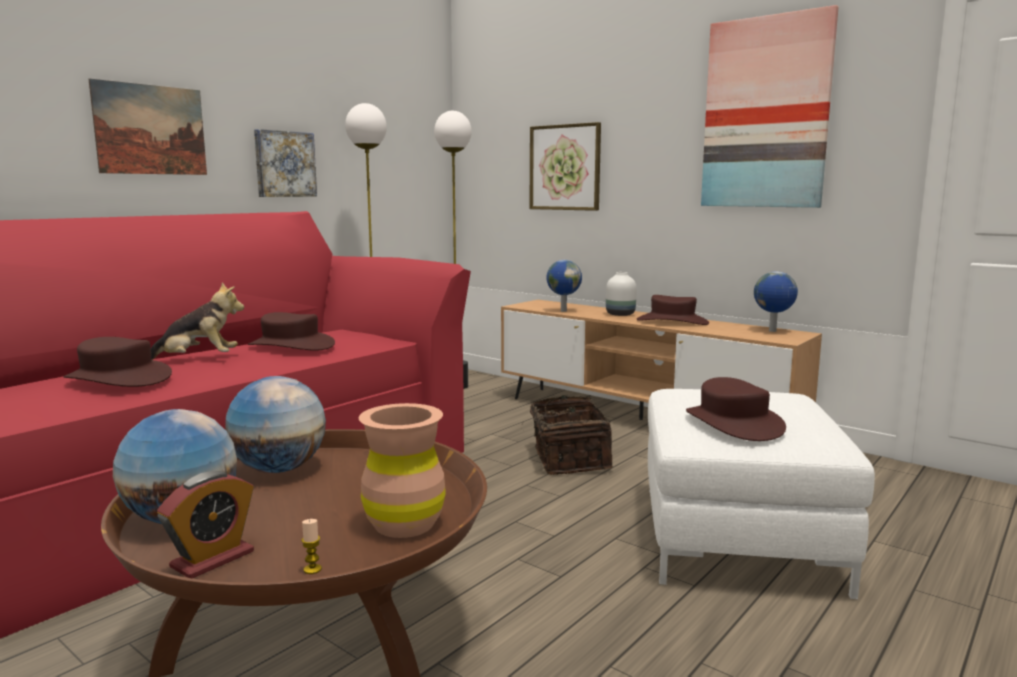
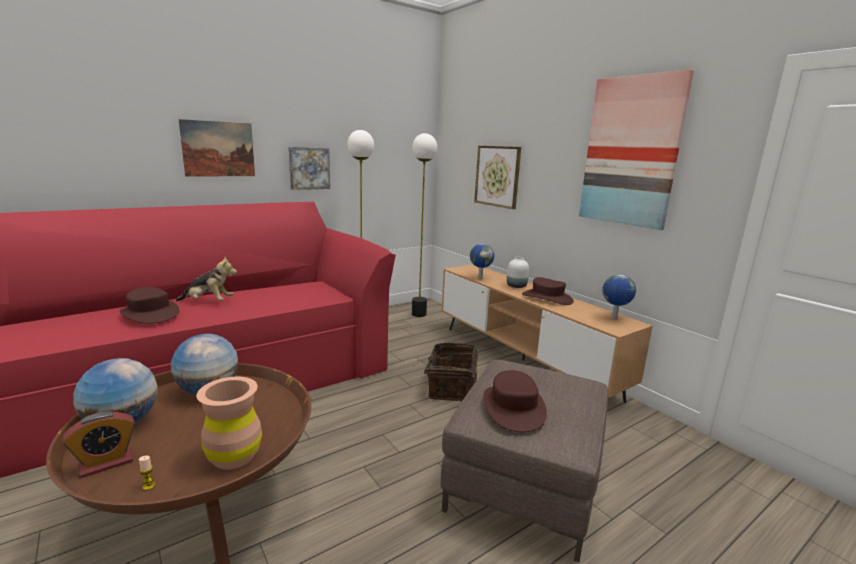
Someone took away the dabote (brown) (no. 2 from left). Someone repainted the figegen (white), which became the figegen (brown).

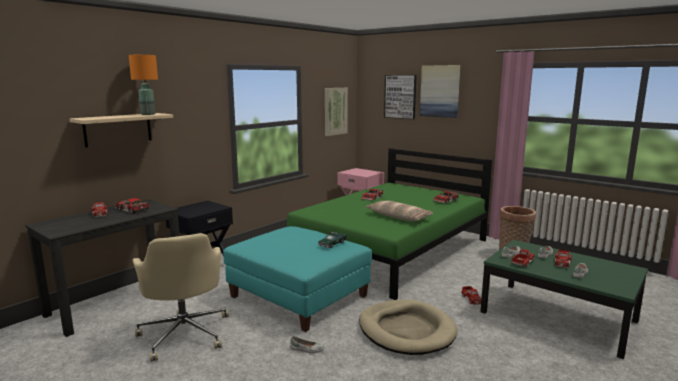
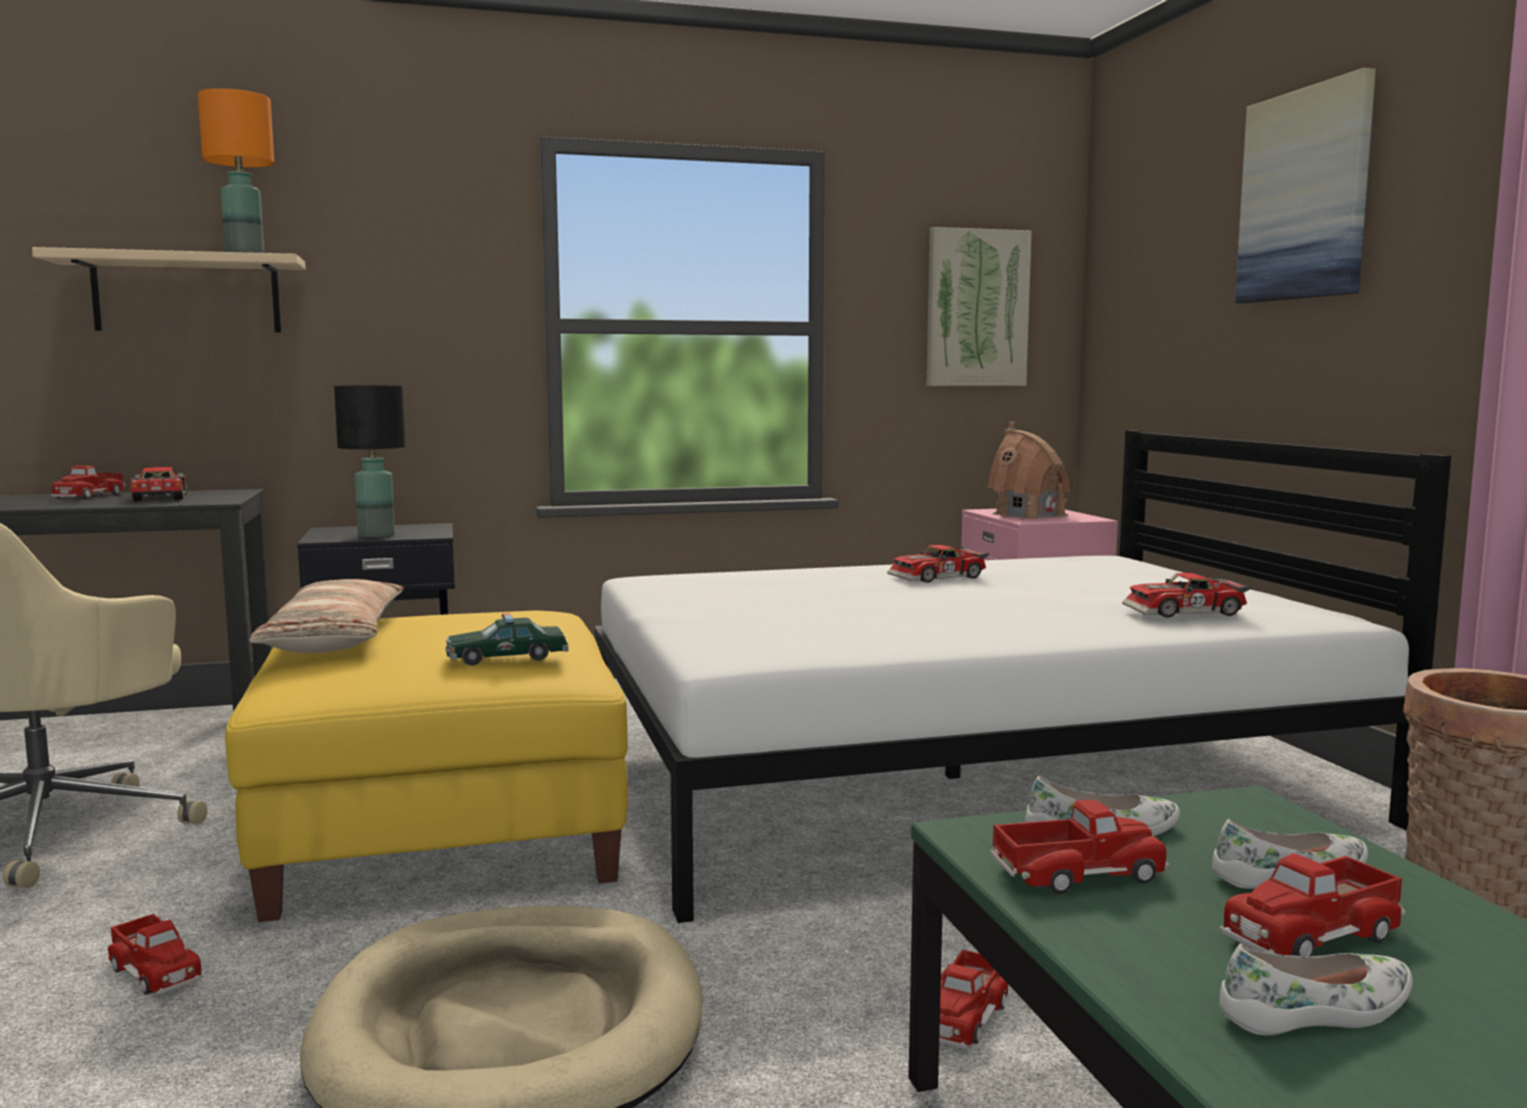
Someone took away the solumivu (no. 2 from left). Someone repainted the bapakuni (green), which became the bapakuni (white). Someone carried the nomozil. Someone repainted the figegen (turquoise), which became the figegen (yellow). Someone swapped the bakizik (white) (no. 1 from left) for the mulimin (no. 2 from left). Someone put down the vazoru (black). Someone put down the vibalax.

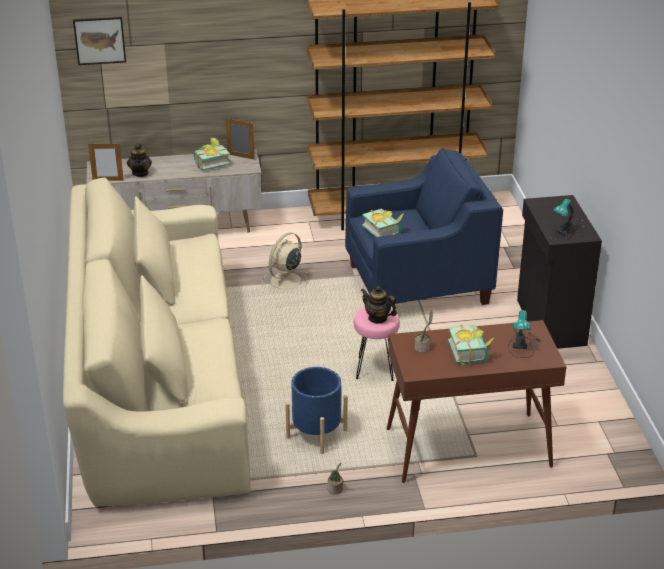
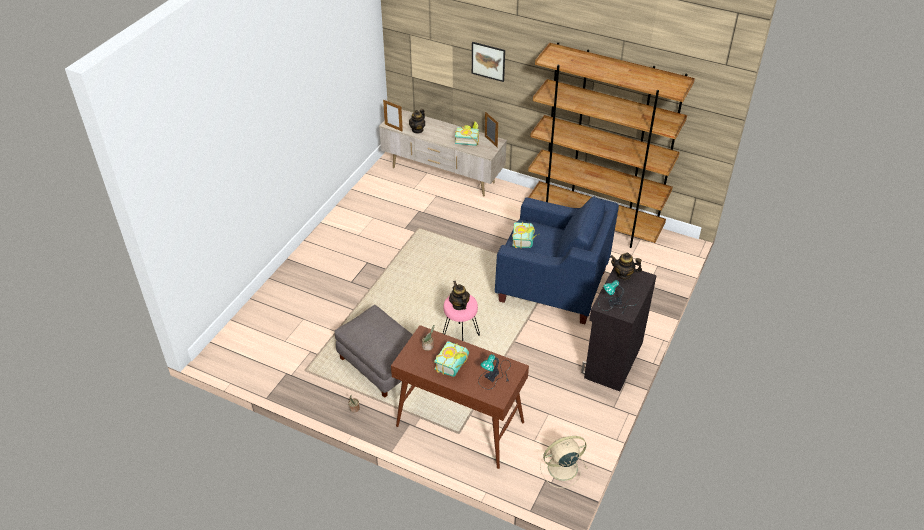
Someone carried the solumivu. Someone took away the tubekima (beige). Someone carried the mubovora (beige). Someone swapped the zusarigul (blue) for the figegen (grey). Someone put down the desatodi (no. 3 from left).

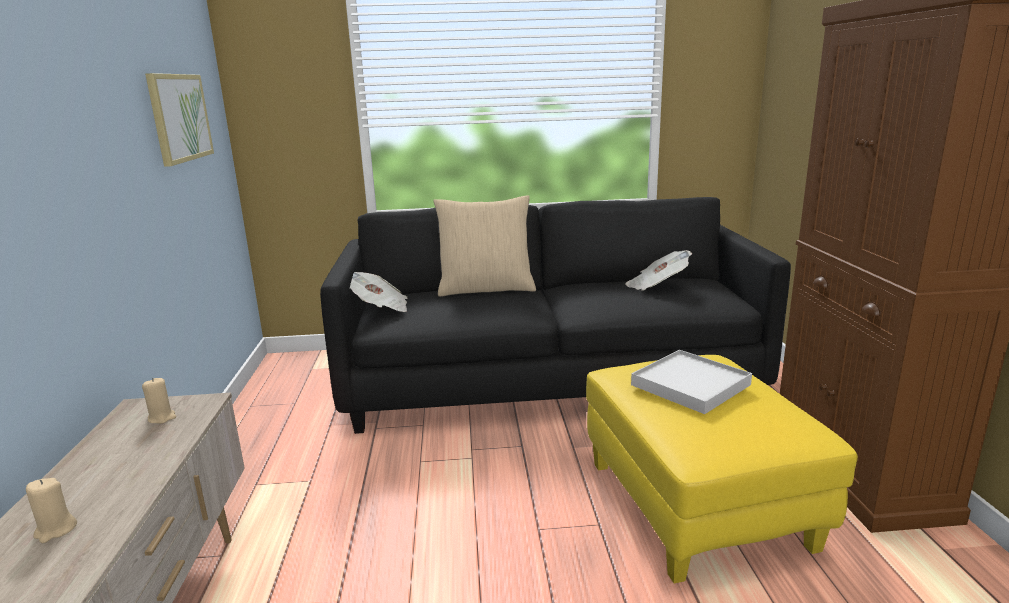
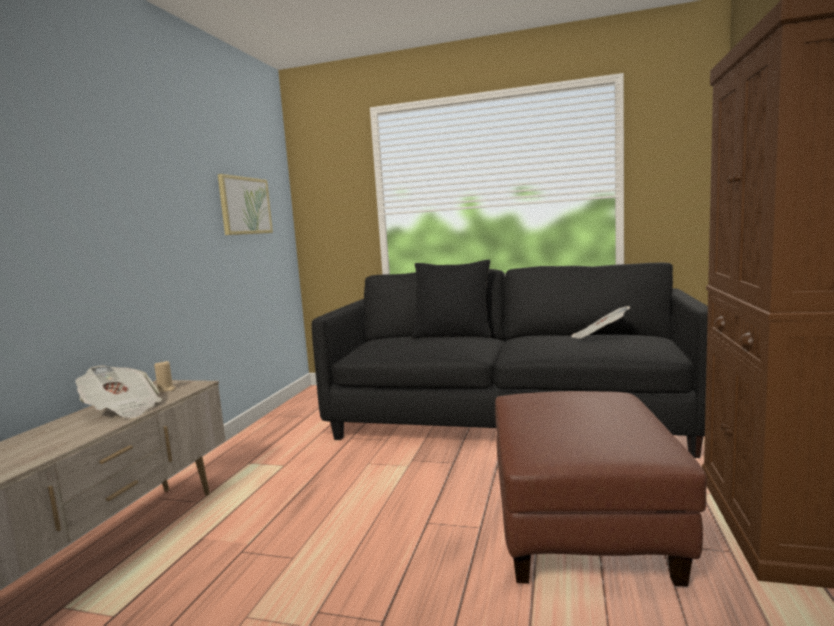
Someone repainted the nomozil (beige), which became the nomozil (black). Someone carried the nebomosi (no. 1 from left). Someone took away the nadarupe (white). Someone repainted the figegen (yellow), which became the figegen (brown). Someone took away the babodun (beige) (no. 1 from left).

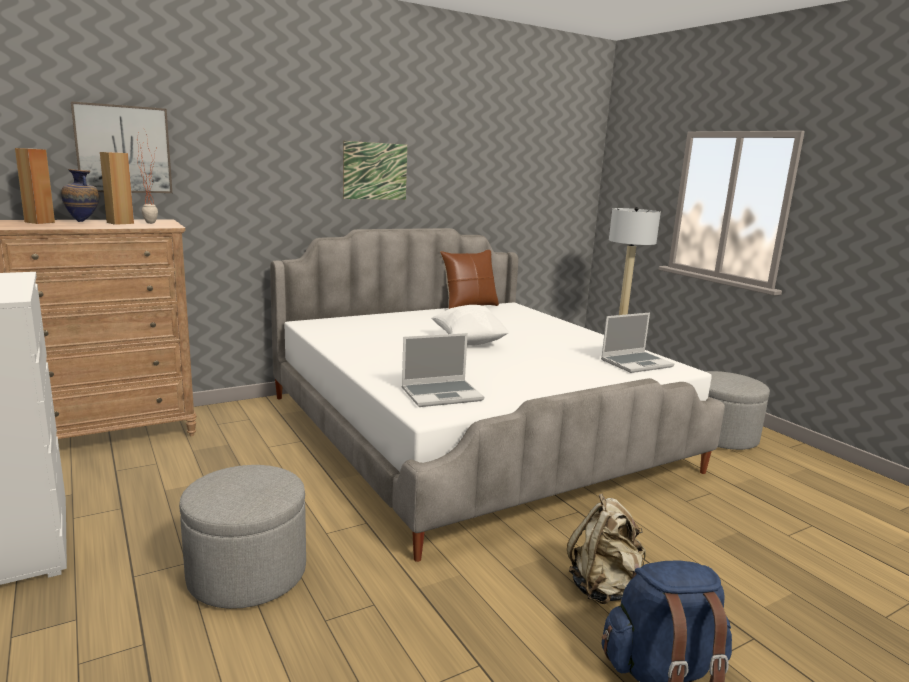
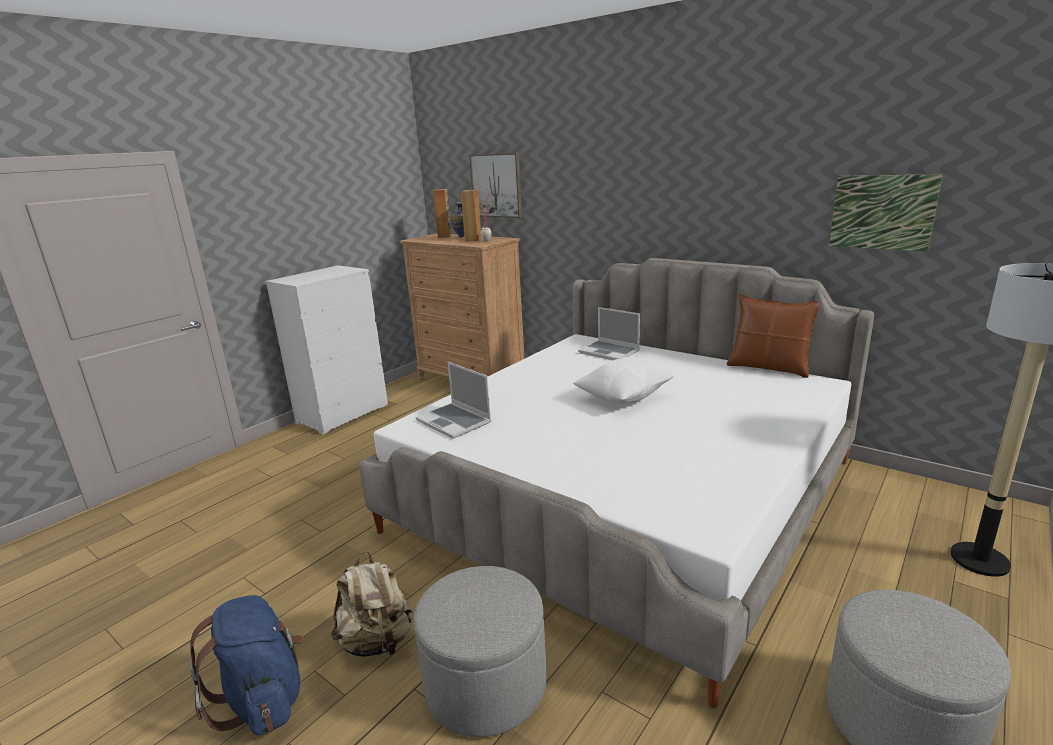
Someone carried the solumivu (no. 2 from left). Someone carried the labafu (no. 2 from left). Someone carried the figegen (grey) (no. 1 from left).

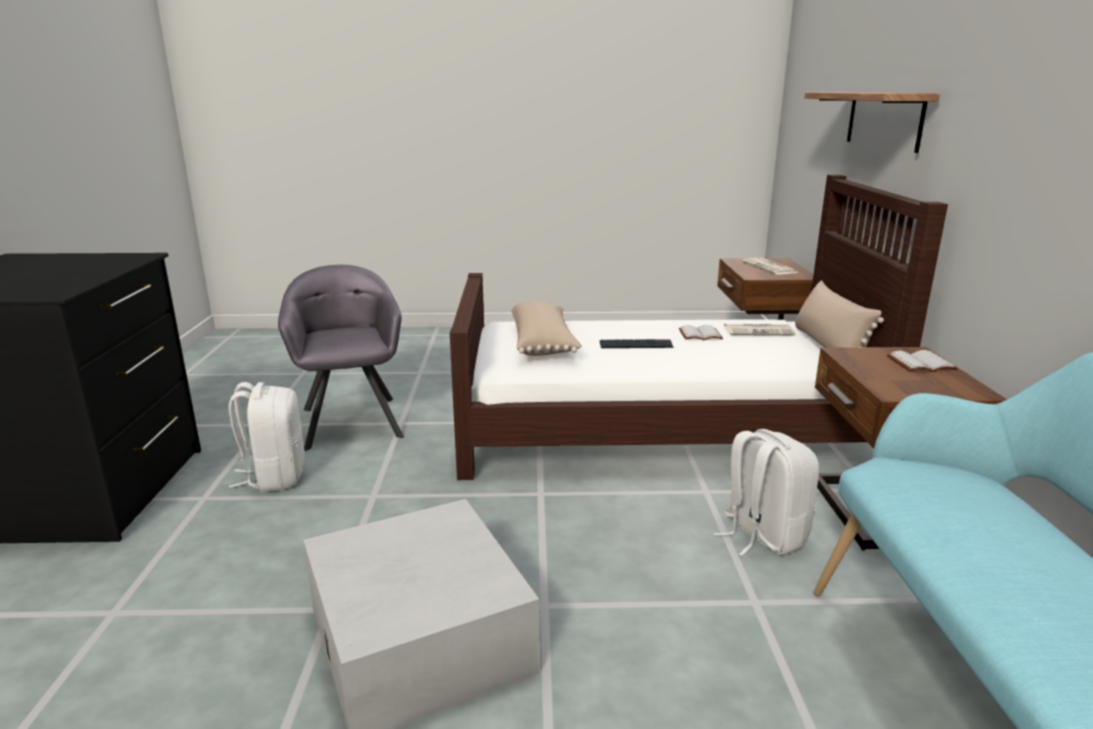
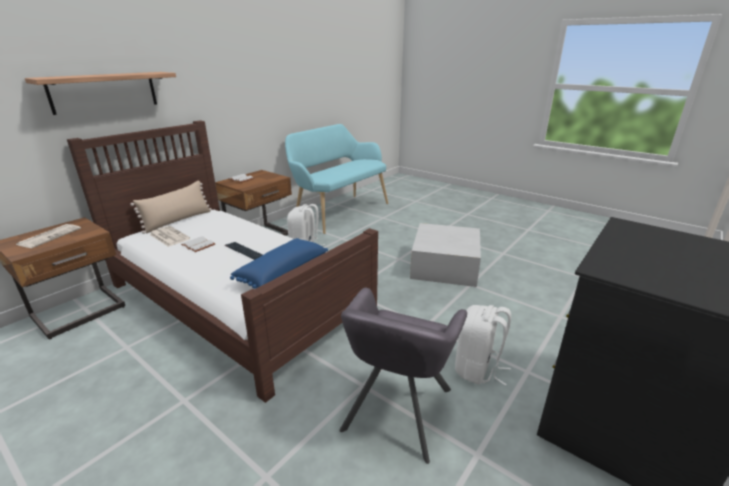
Someone repainted the nomozil (beige) (no. 1 from left), which became the nomozil (blue).

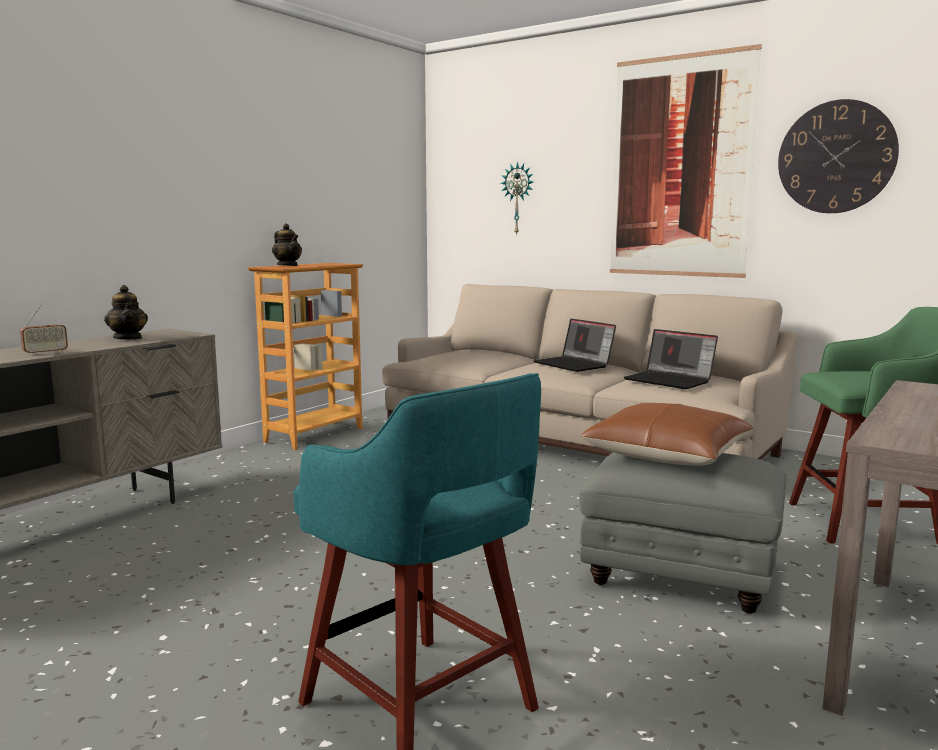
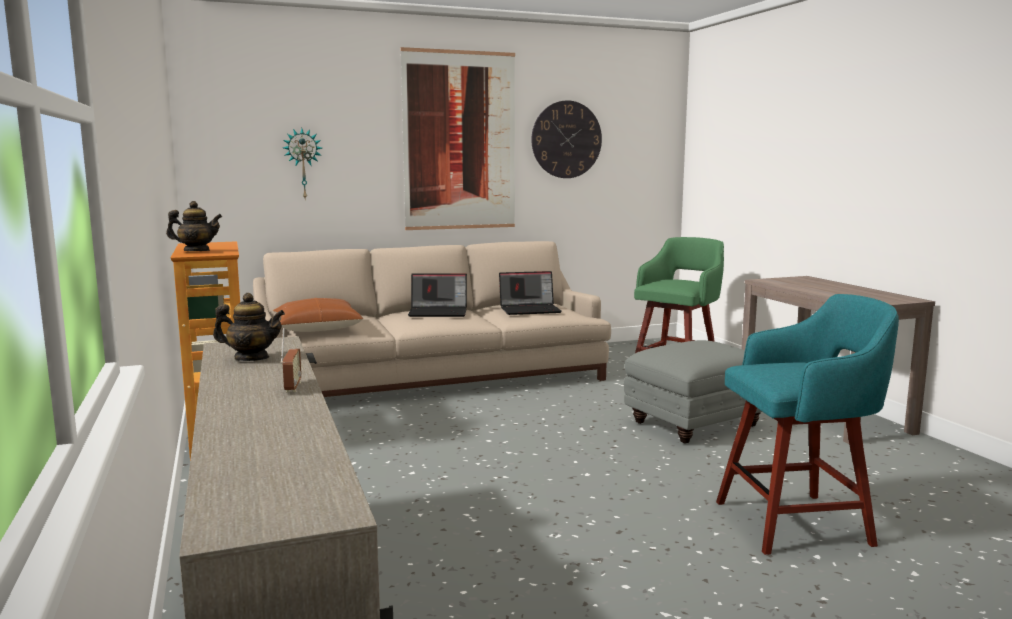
Someone carried the nomozil (brown).

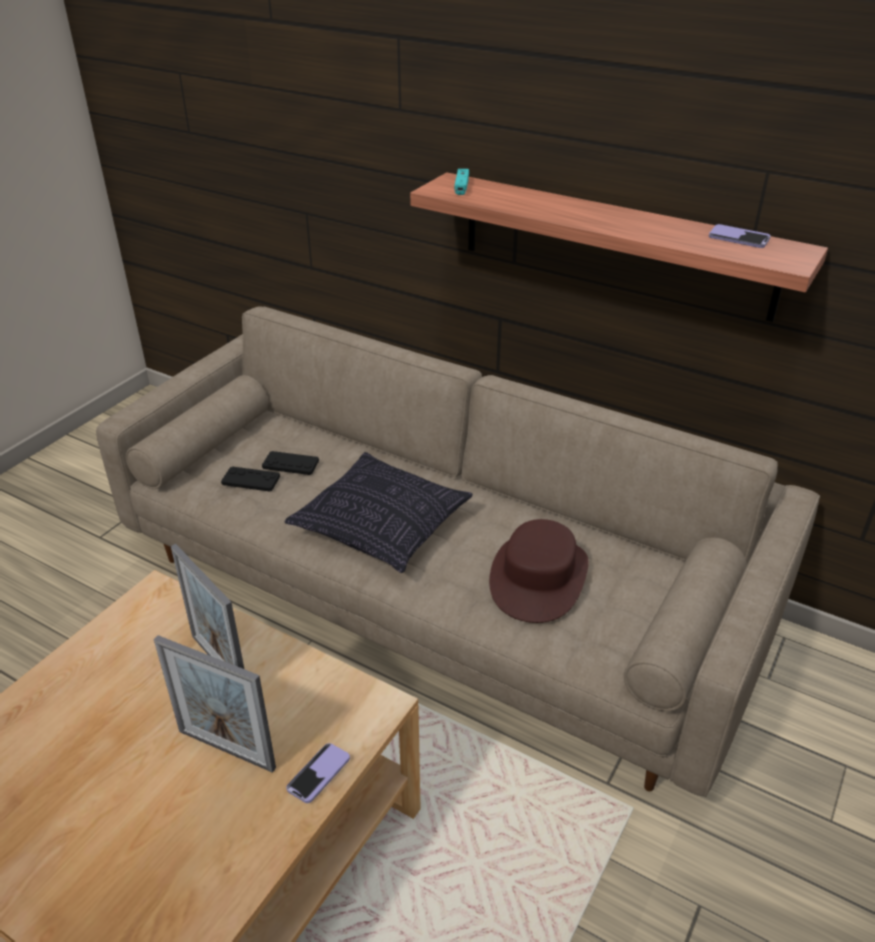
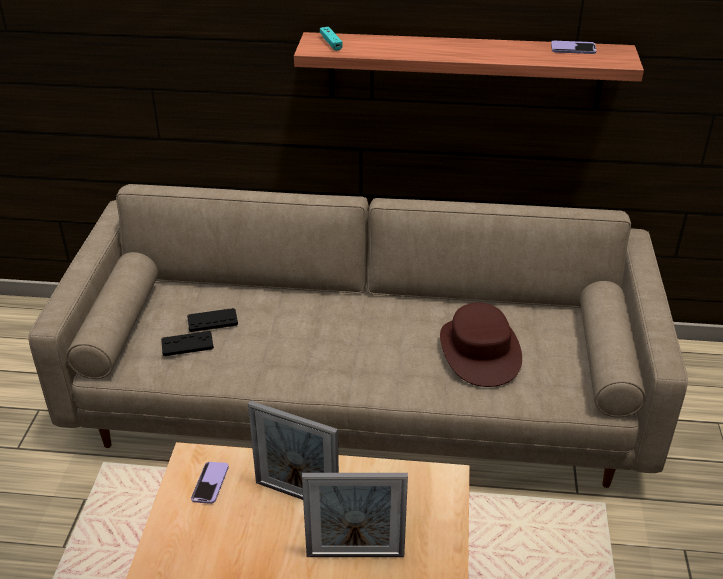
Someone took away the nomozil. Someone carried the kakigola (no. 1 from left).

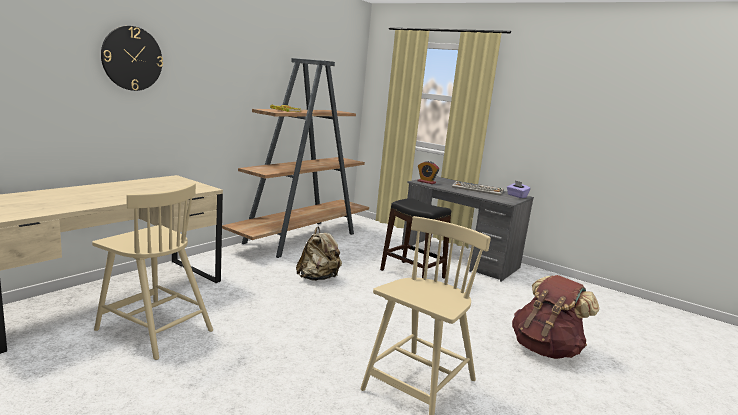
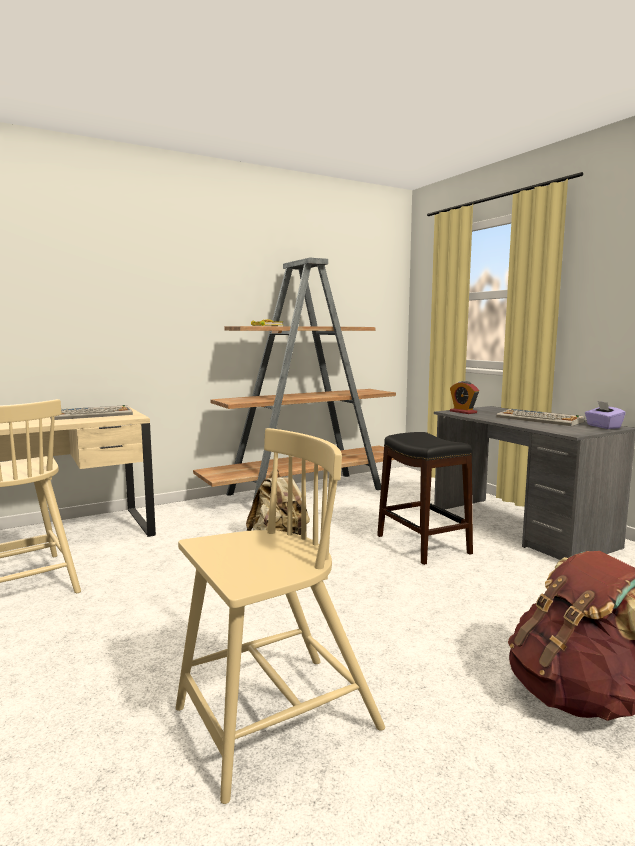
Someone took away the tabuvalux. Someone put down the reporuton (no. 1 from left).

